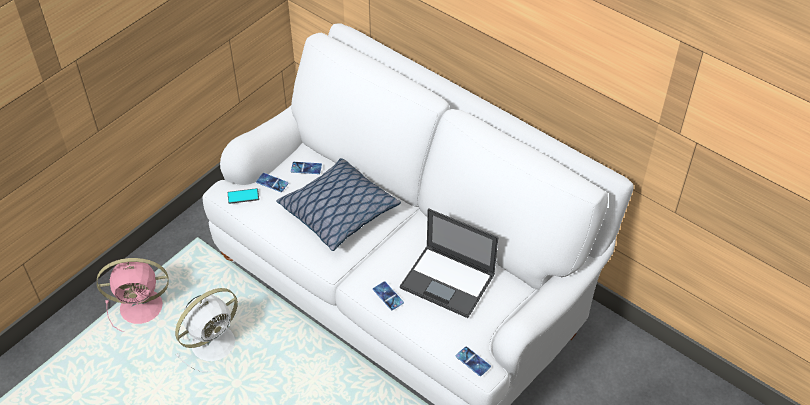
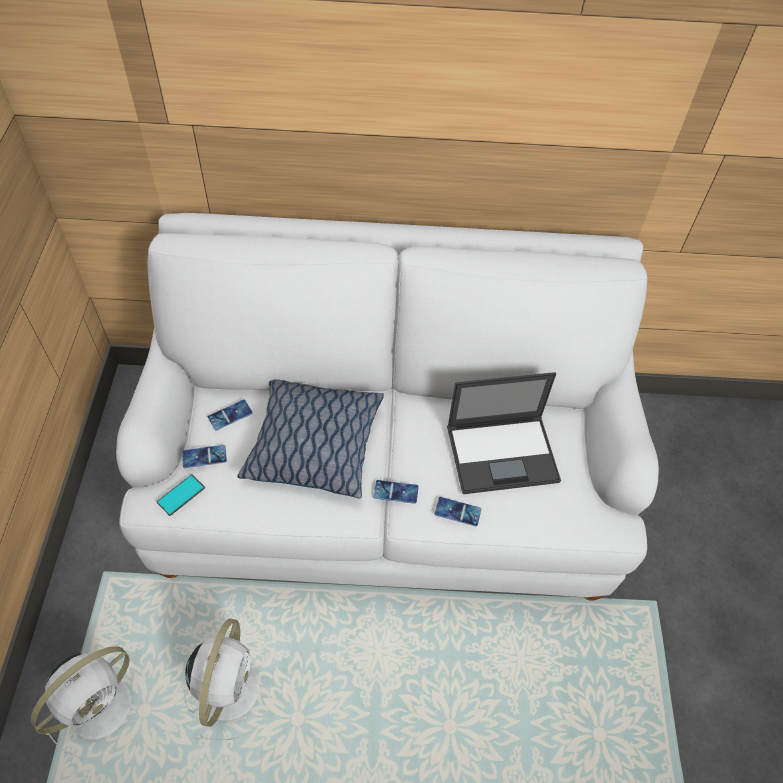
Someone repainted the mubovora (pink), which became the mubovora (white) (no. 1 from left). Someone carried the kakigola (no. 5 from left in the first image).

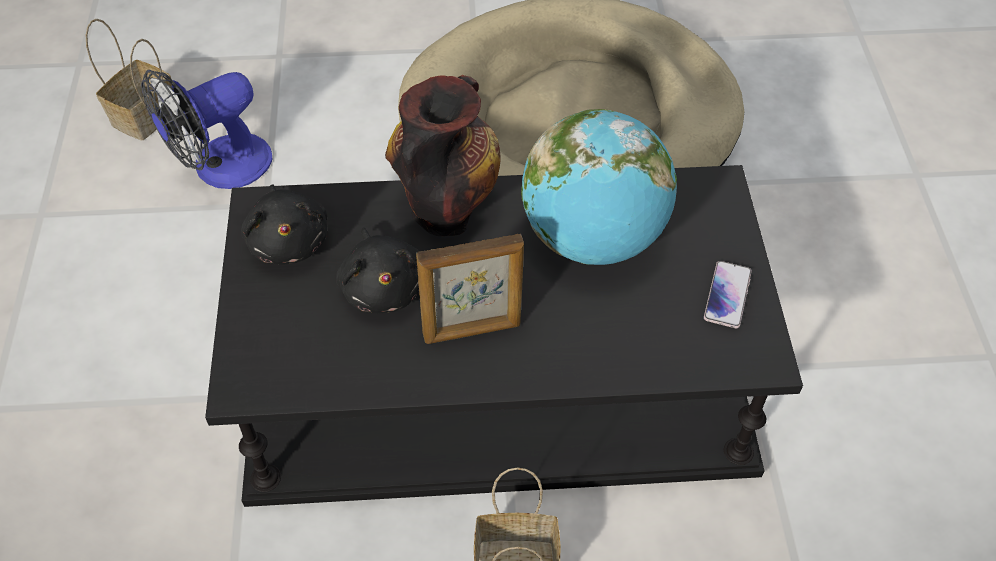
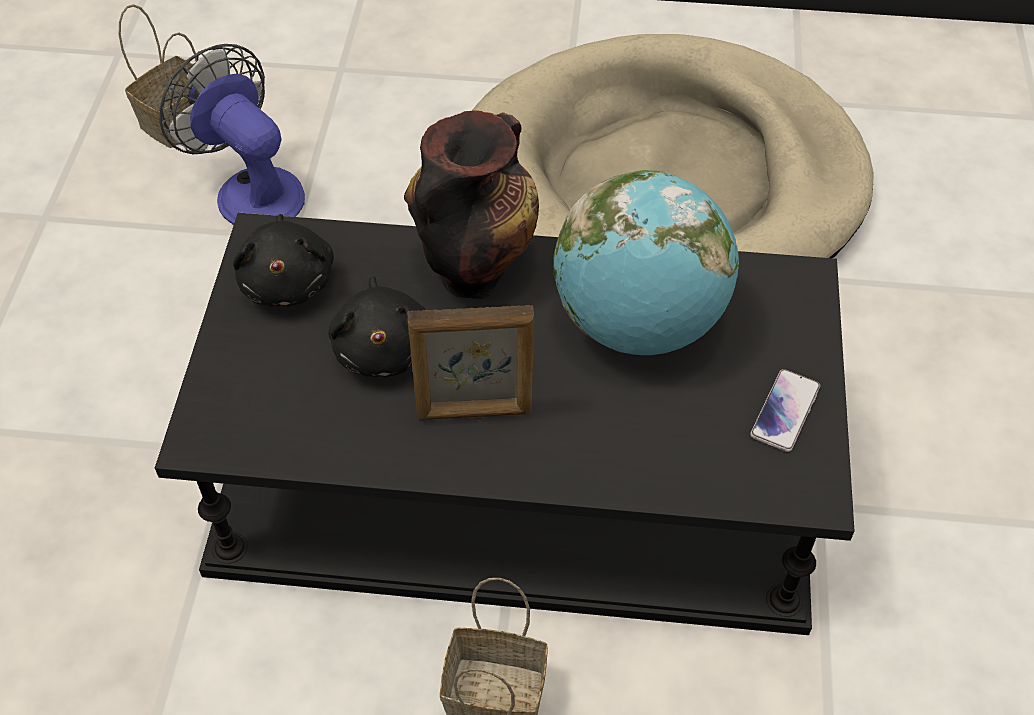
Someone rotated the mubovora by 75 degrees clockwise.

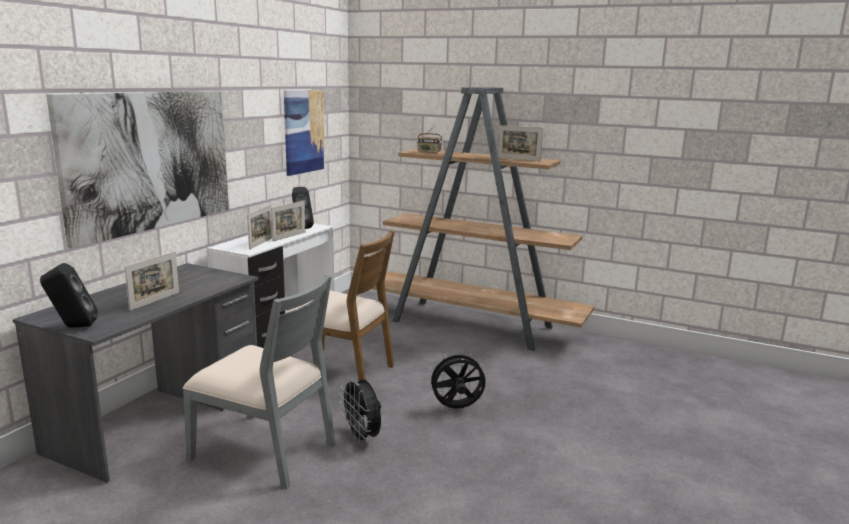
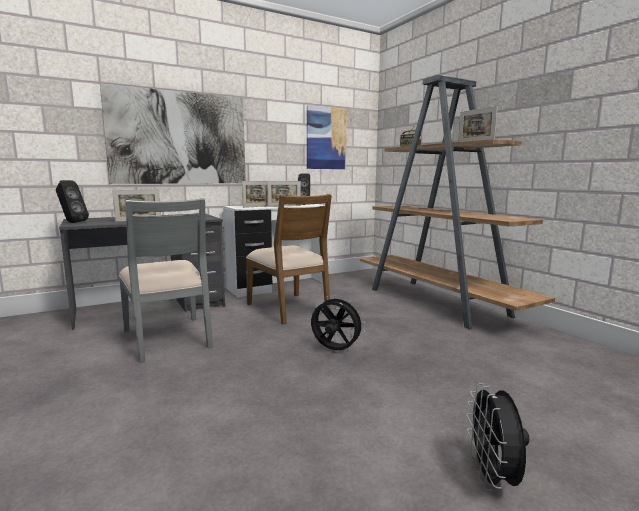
Someone carried the mubovora (black) (no. 1 from left in the first image).

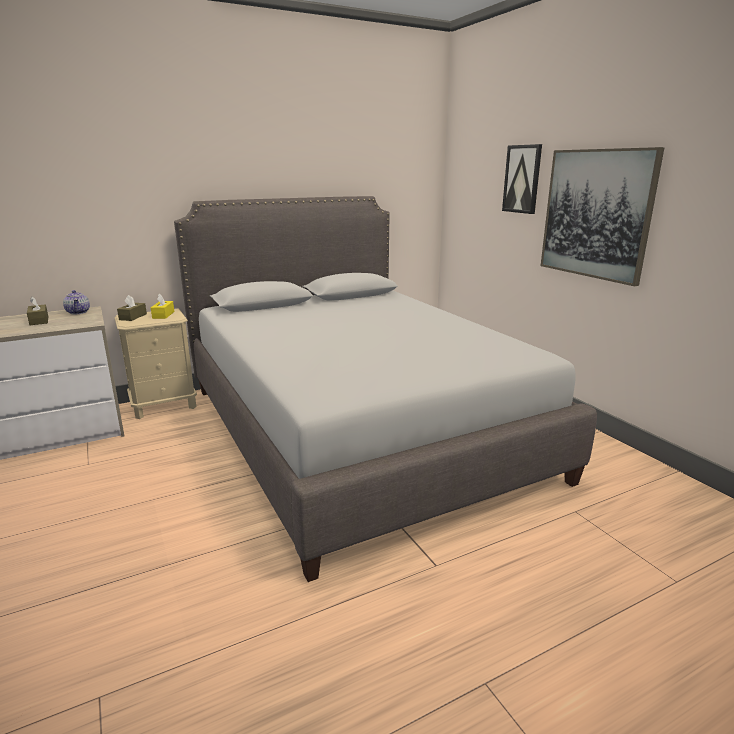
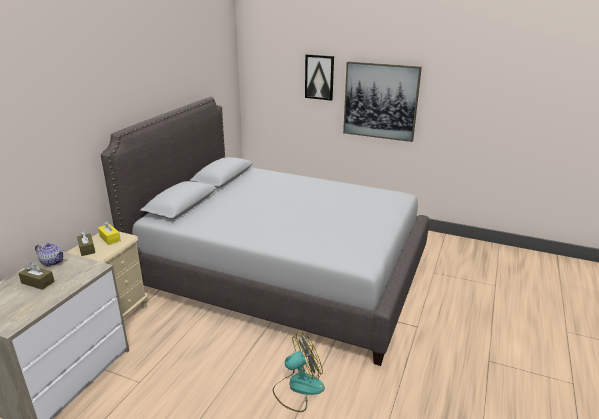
Someone put down the mubovora.

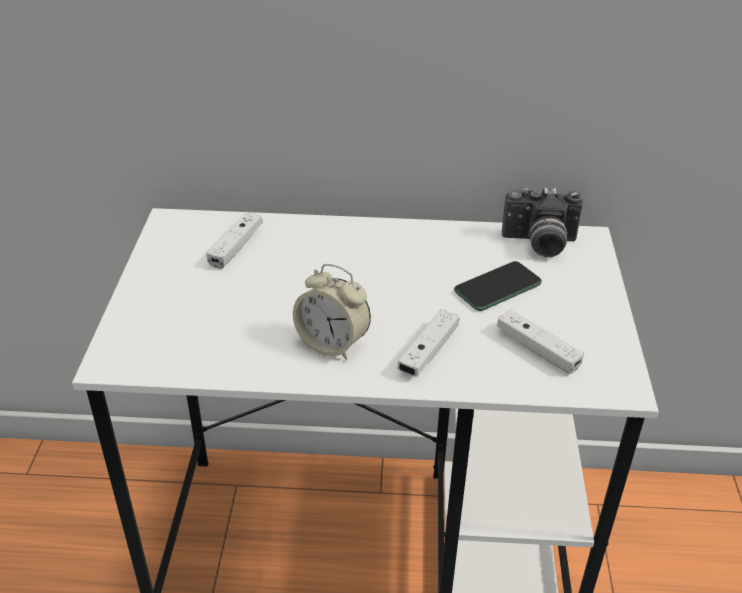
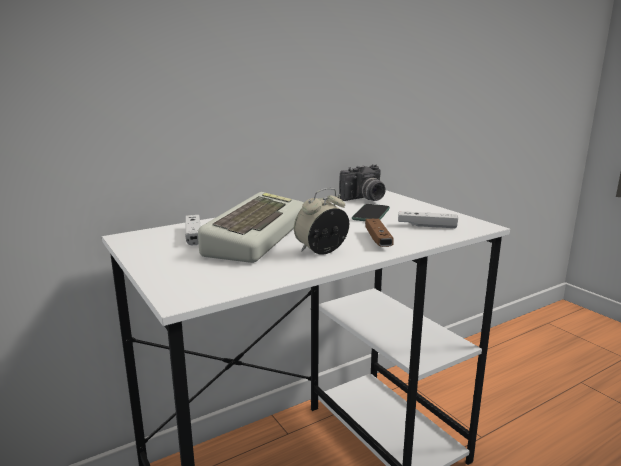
Someone rotated the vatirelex by 150 degrees clockwise. Someone repainted the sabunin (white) (no. 2 from left), which became the sabunin (brown). Someone put down the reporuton.

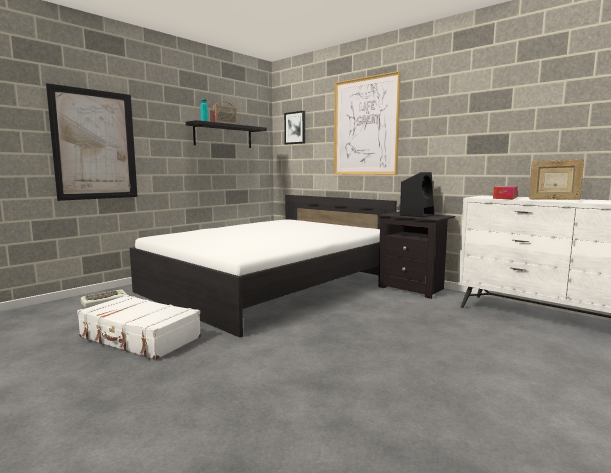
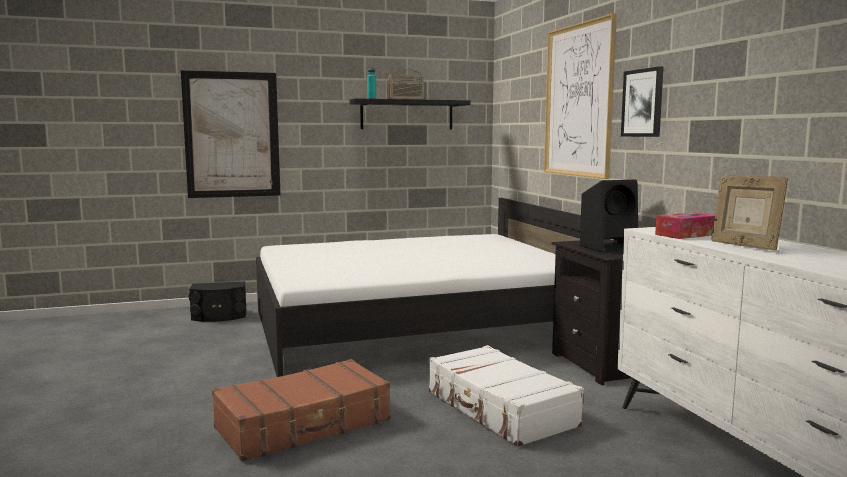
Someone carried the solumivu (no. 2 from left in the first image). Someone swapped the reporuton for the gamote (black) (no. 1 from left). Someone carried the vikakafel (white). Someone put down the vikakafel (brown).

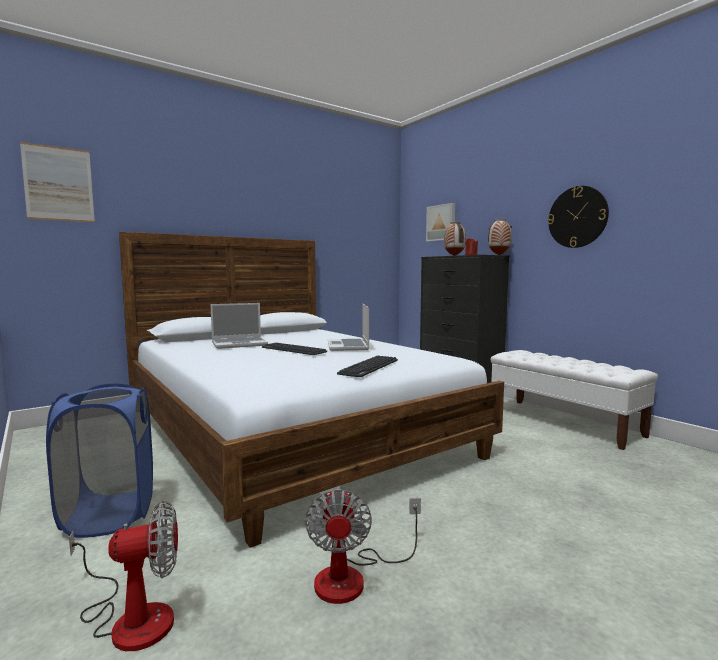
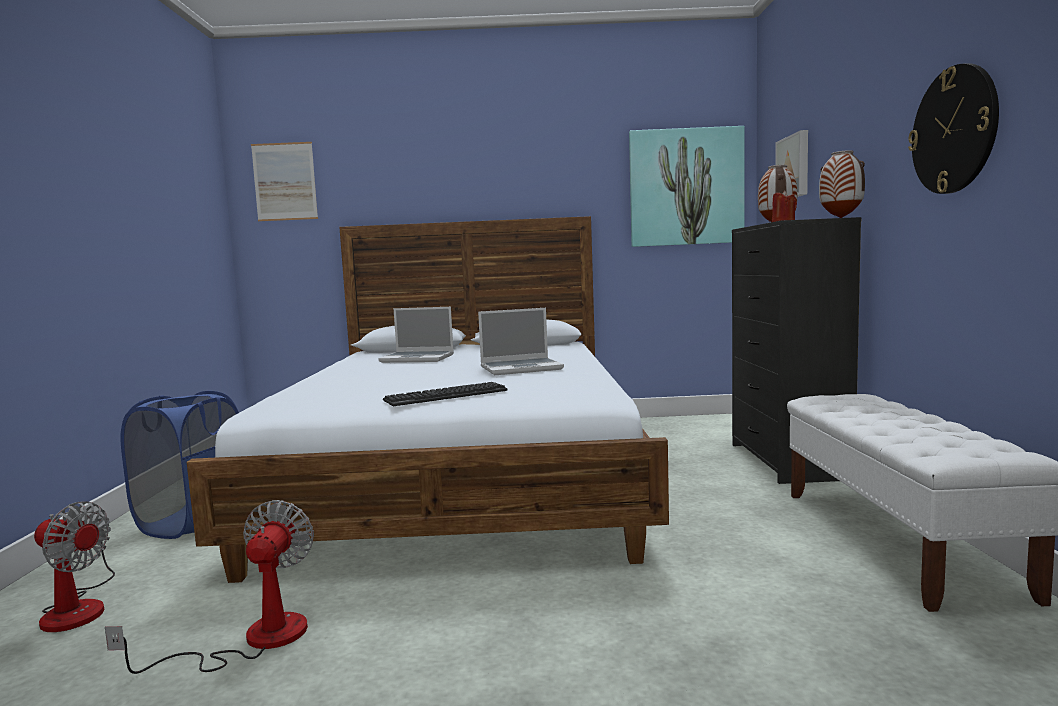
Someone rotated the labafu (no. 2 from left) by 135 degrees counterclockwise. Someone took away the reporuton (no. 1 from left). Someone rotated the mubovora (no. 2 from left) by 150 degrees clockwise. Someone put up the solumivu (no. 2 from left).

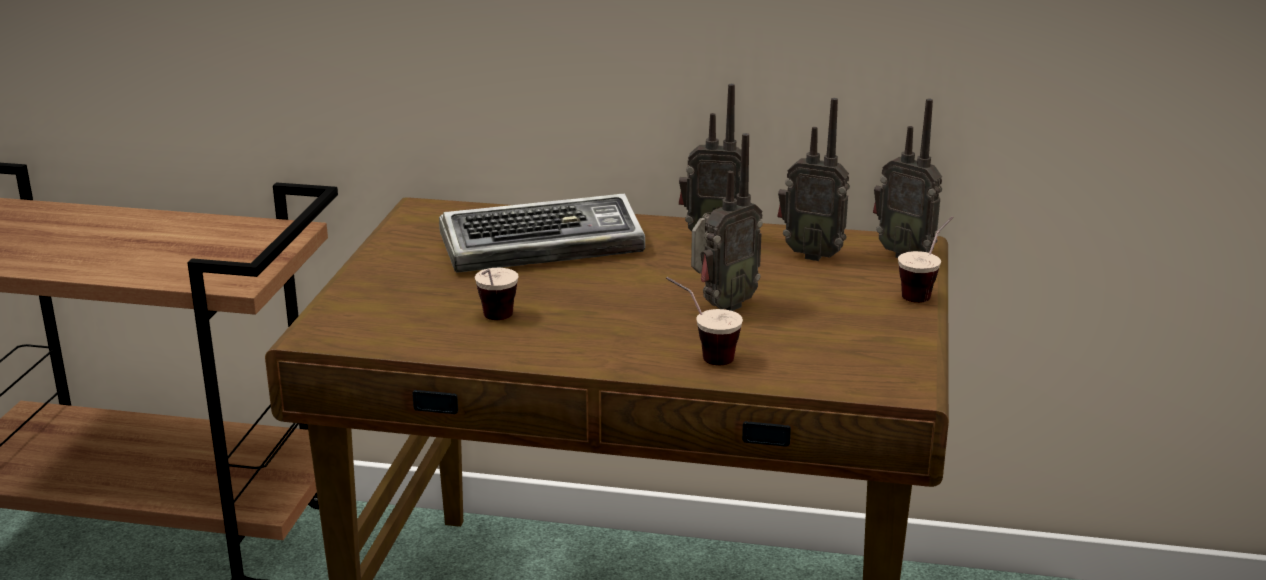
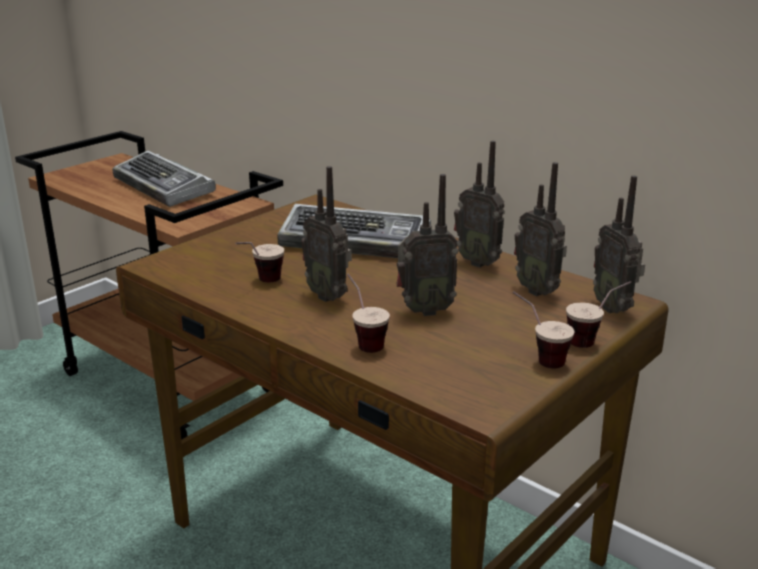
Someone put down the reporuton (no. 1 from left). Someone put down the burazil (no. 1 from left). Someone put down the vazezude (no. 3 from left).

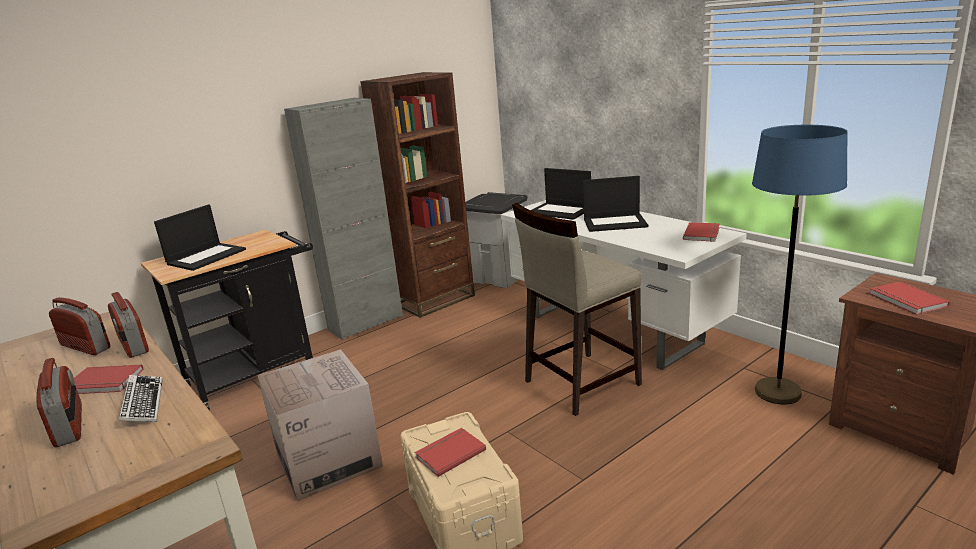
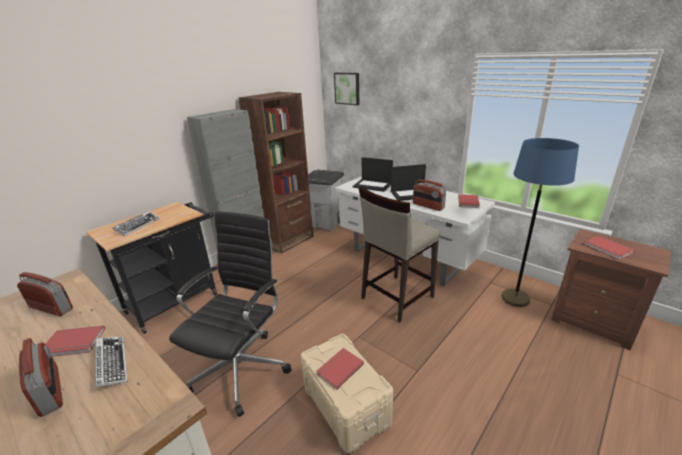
Someone swapped the labafu (no. 1 from left) for the reporuton (no. 2 from left). Someone carried the burazil (no. 3 from left). Someone swapped the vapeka for the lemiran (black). Someone put up the solumivu.

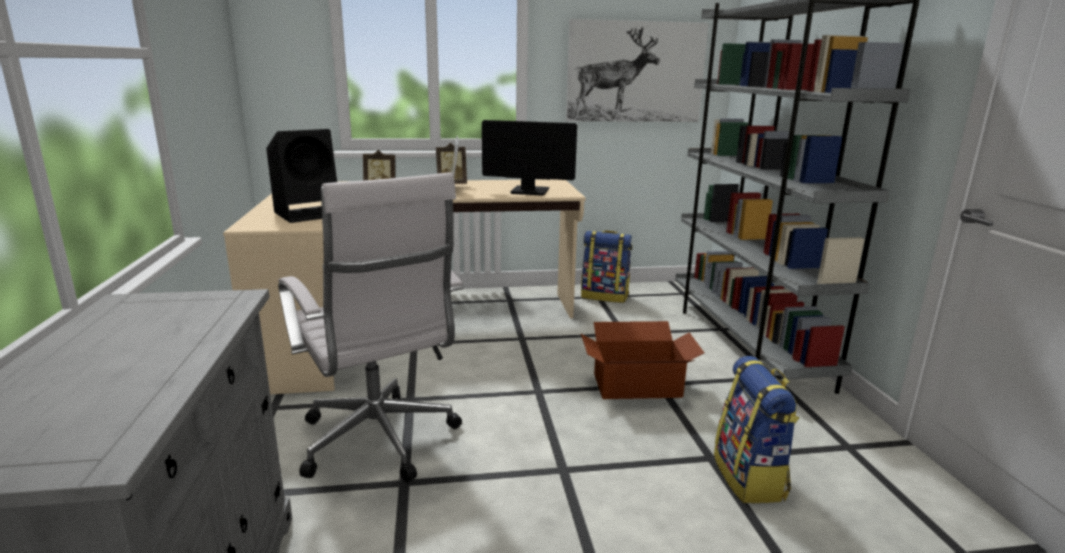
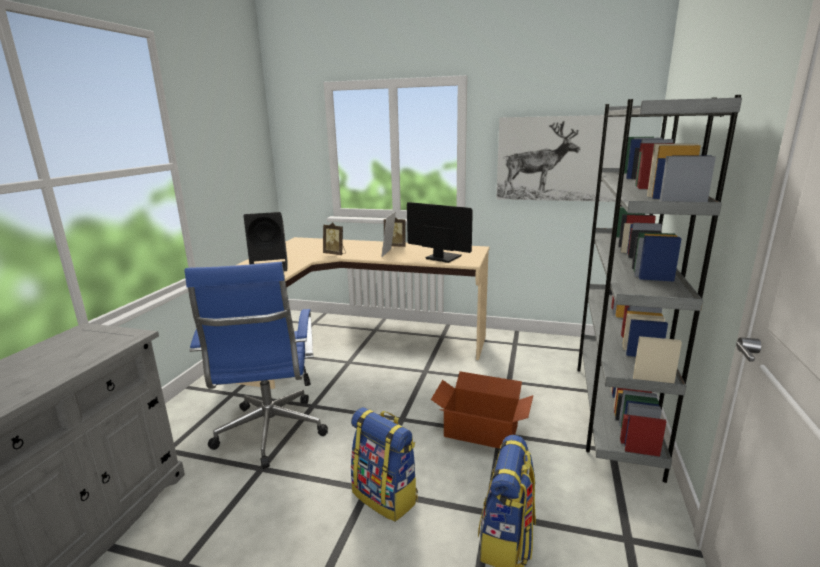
Someone repainted the lemiran (white), which became the lemiran (blue). Someone carried the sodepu (no. 1 from left).

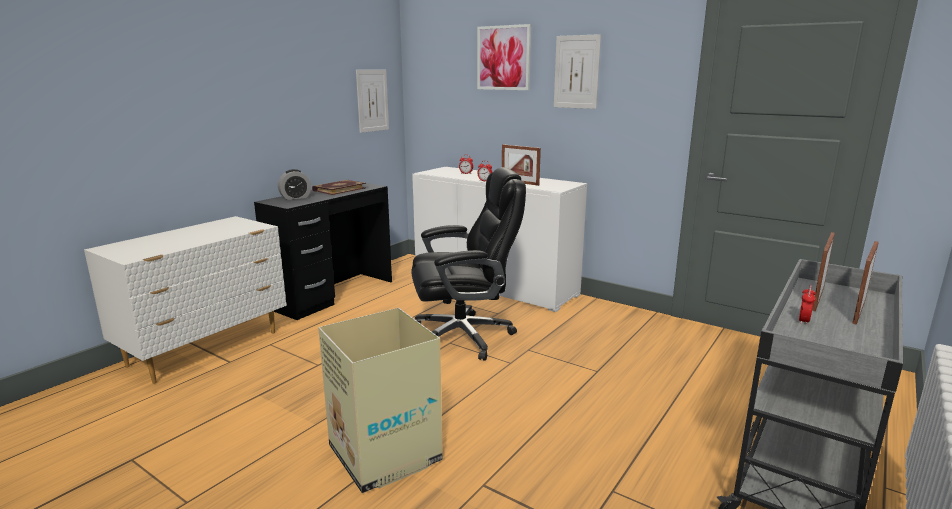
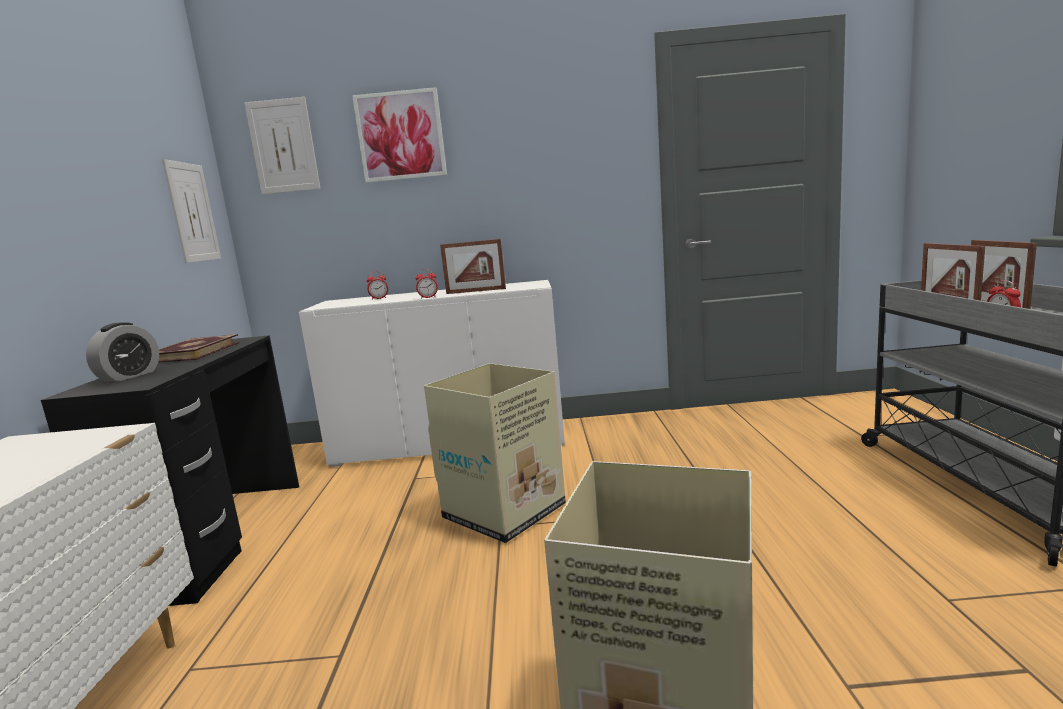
Someone carried the solumivu (no. 3 from left in the first image). Someone swapped the lemiran (black) for the vapeka (no. 1 from left).

